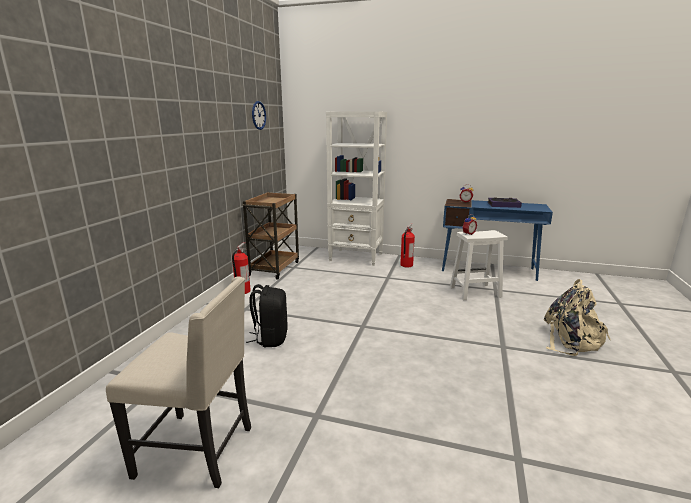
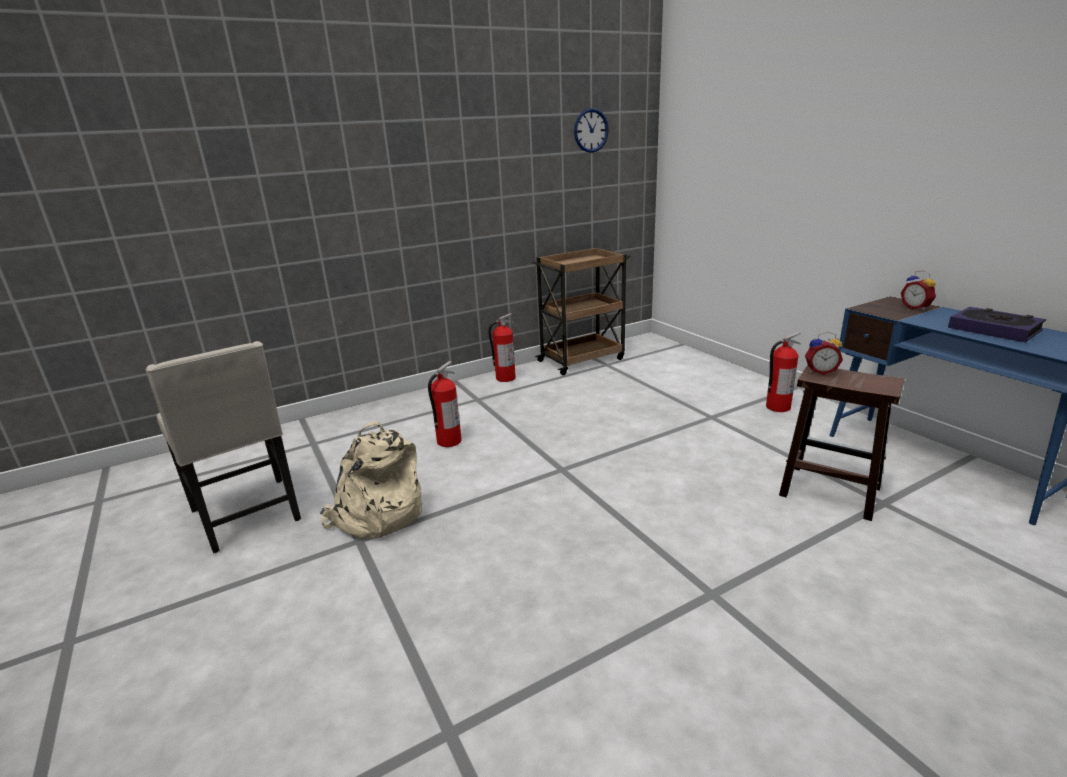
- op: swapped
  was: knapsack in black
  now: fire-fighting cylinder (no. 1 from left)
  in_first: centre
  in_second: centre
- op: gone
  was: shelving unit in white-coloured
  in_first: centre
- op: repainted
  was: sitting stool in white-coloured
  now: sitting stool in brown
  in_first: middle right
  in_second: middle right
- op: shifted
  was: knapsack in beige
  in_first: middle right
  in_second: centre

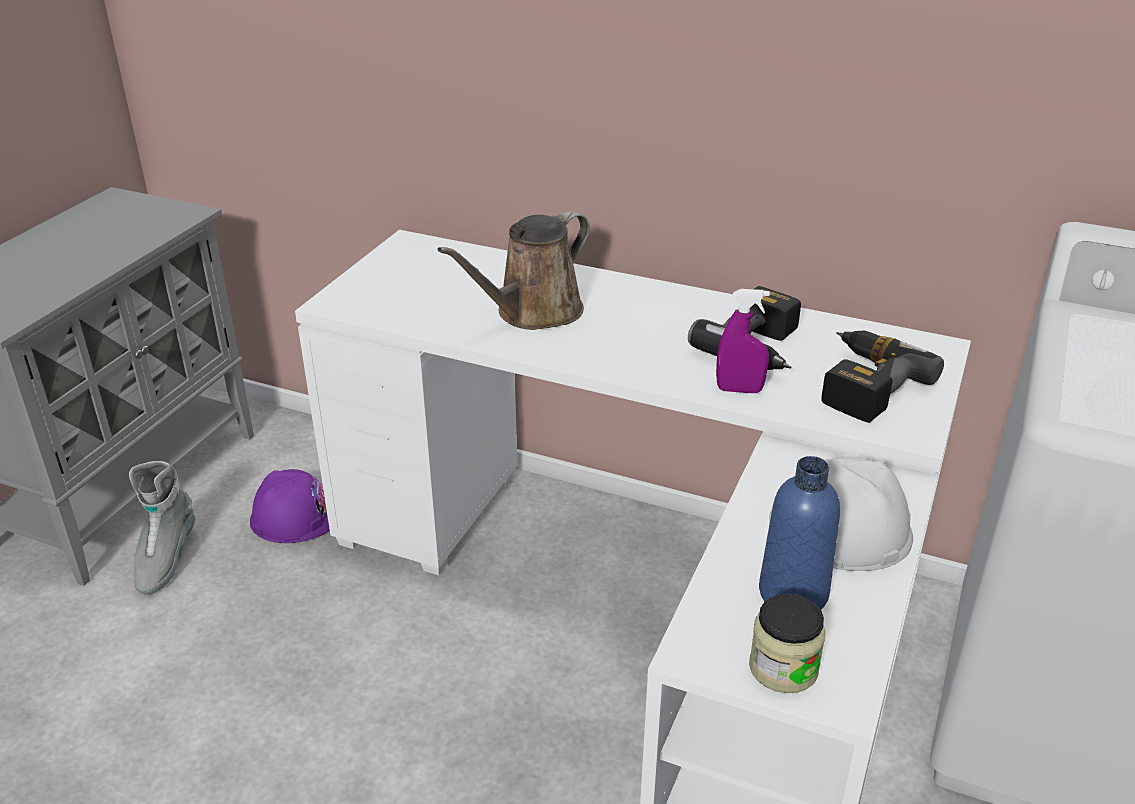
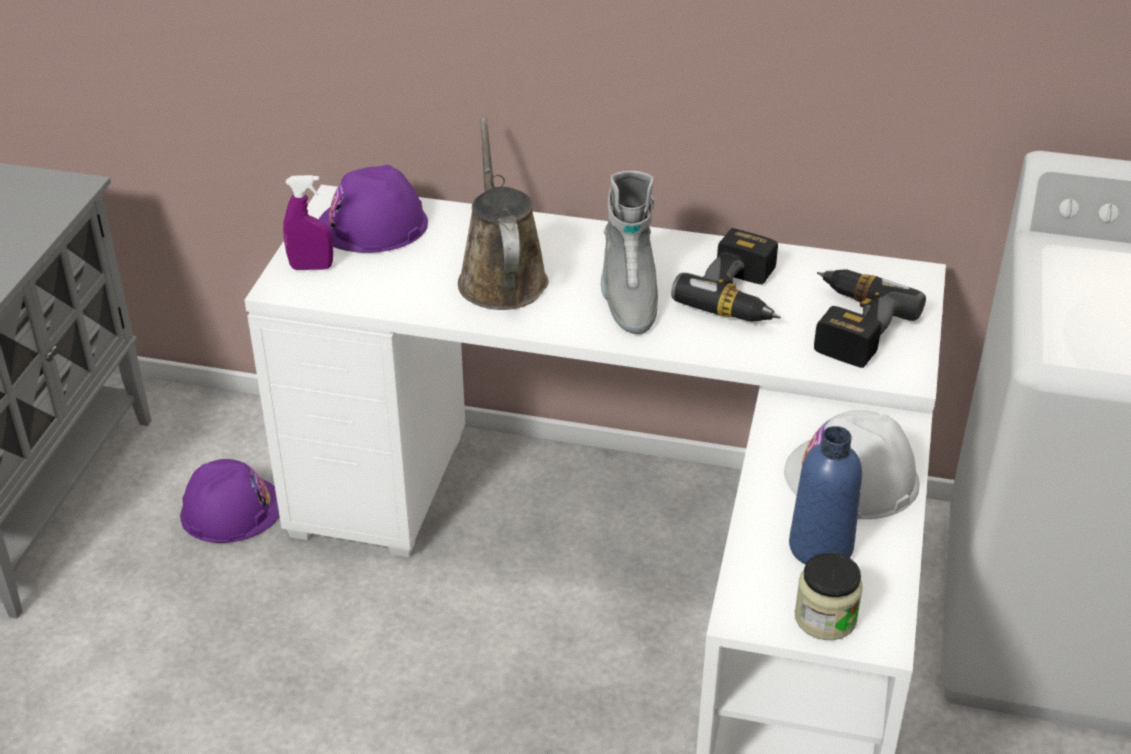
- op: shifted
  was: high-top boot in greyish
  in_first: middle left
  in_second: centre
- op: rotated
  was: watering pot in brown
  in_first: centre
  in_second: top centre
  clockwise: 135
- op: shifted
  was: hand sprayer in purple
  in_first: centre
  in_second: top left
- op: new
  now: hard hat in purple (no. 2 from left)
  in_second: top left

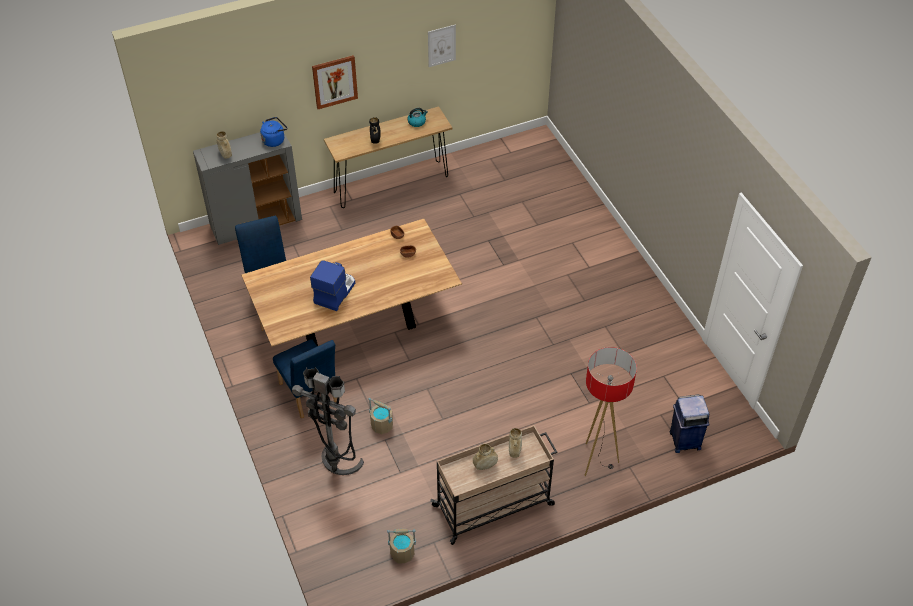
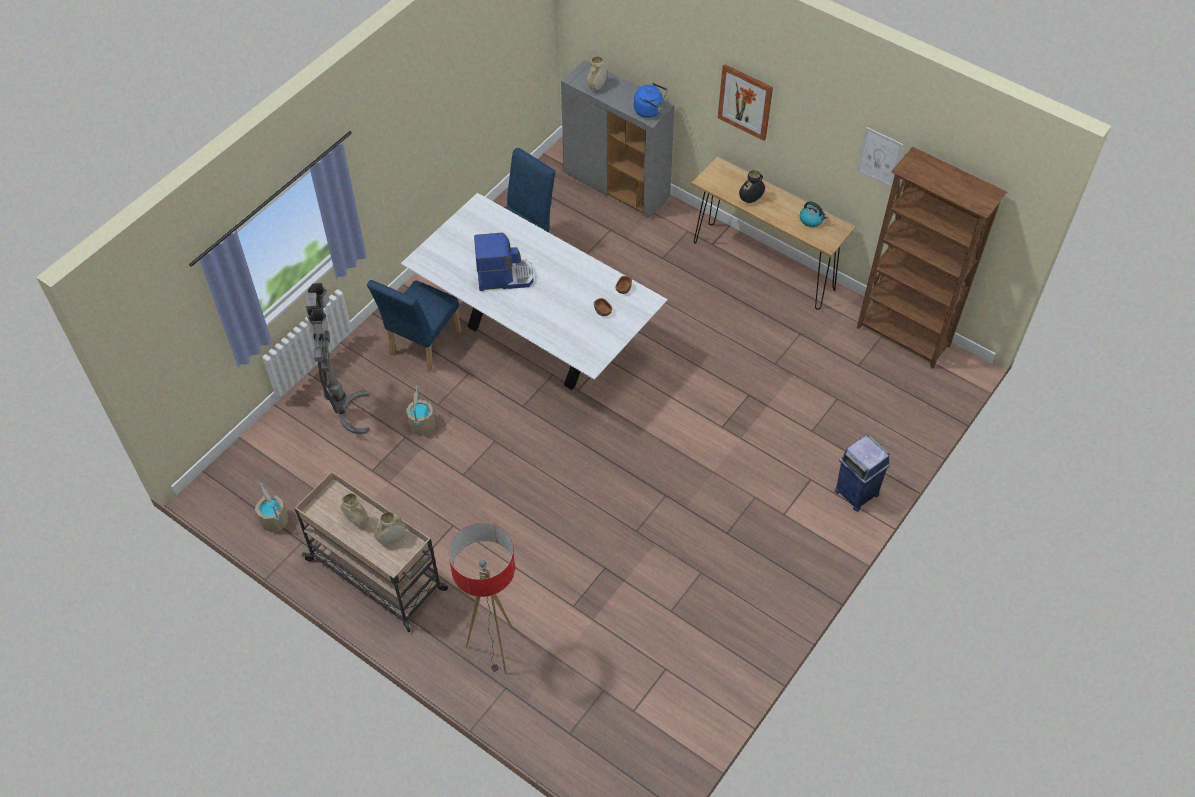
- op: repainted
  was: kitchen table in brown
  now: kitchen table in white-coloured
  in_first: centre
  in_second: centre
- op: shifted
  was: rubbish bin in bluish
  in_first: bottom right
  in_second: middle right
- op: new
  now: shelving unit in brown
  in_second: top right

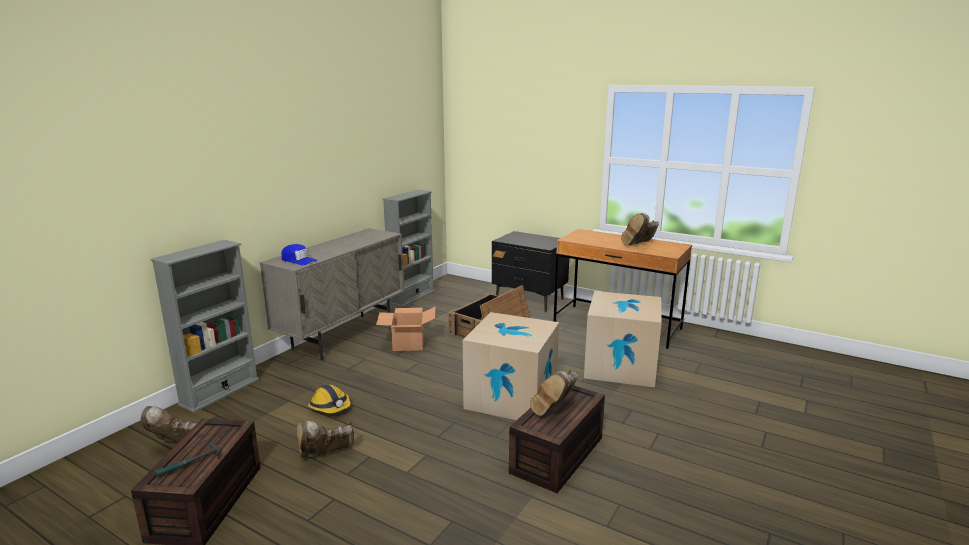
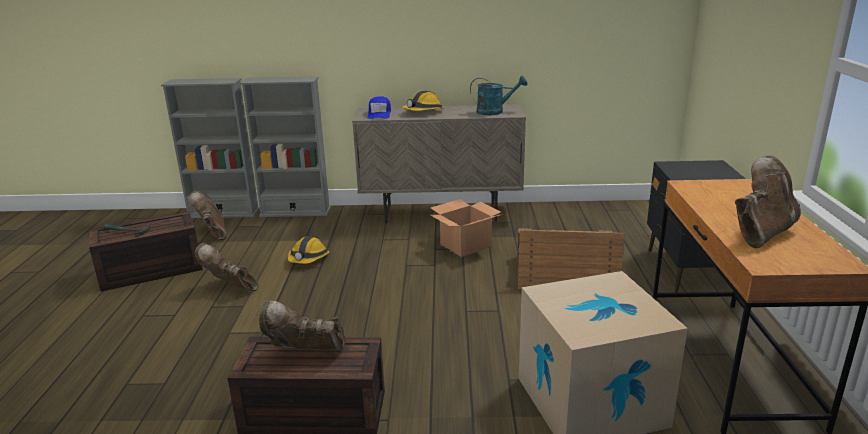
- op: shifted
  was: shelving unit in greyish (no. 2 from left in the first image)
  now: shelving unit in greyish (no. 1 from left)
  in_first: centre
  in_second: middle left
- op: gone
  was: packing box (no. 2 from left)
  in_first: bottom centre
- op: rotated
  was: high-top boot in brown (no. 4 from left)
  in_first: centre
  in_second: middle right
  clockwise: 120
- op: new
  now: hard hat (no. 2 from left)
  in_second: top centre
- op: new
  now: watering pot in turquoise-coloured
  in_second: top centre

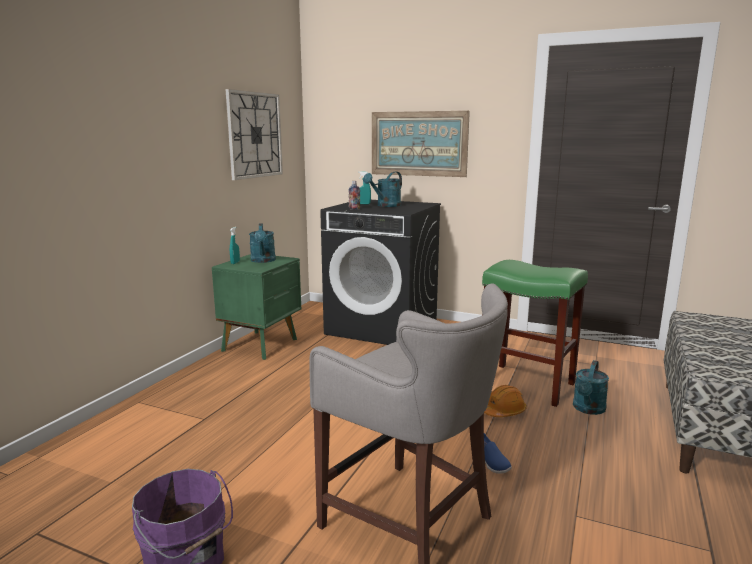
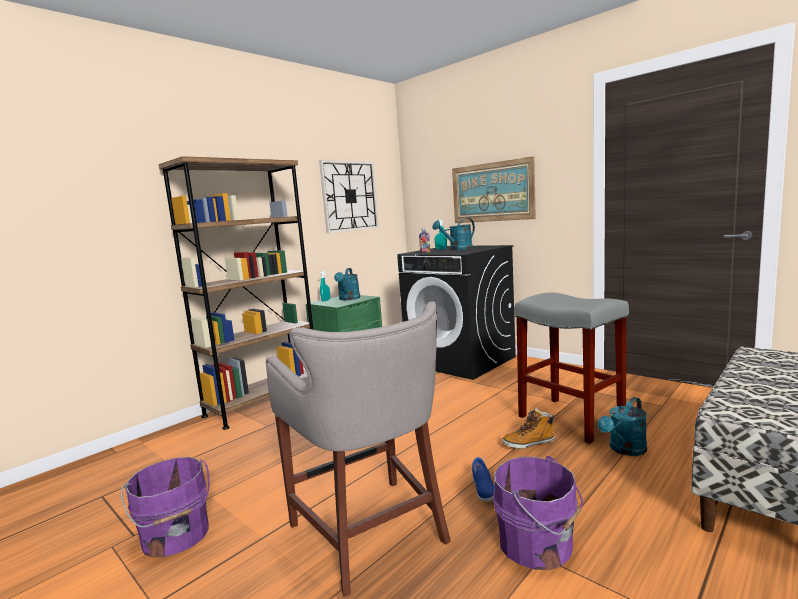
- op: repainted
  was: sitting stool in green
  now: sitting stool in greyish (no. 2 from left)
  in_first: middle right
  in_second: middle right
- op: swapped
  was: hard hat in orange
  now: high-top boot
  in_first: bottom right
  in_second: bottom centre
- op: new
  now: shelving unit in brown
  in_second: middle left
- op: new
  now: pail in purple (no. 2 from left)
  in_second: bottom right

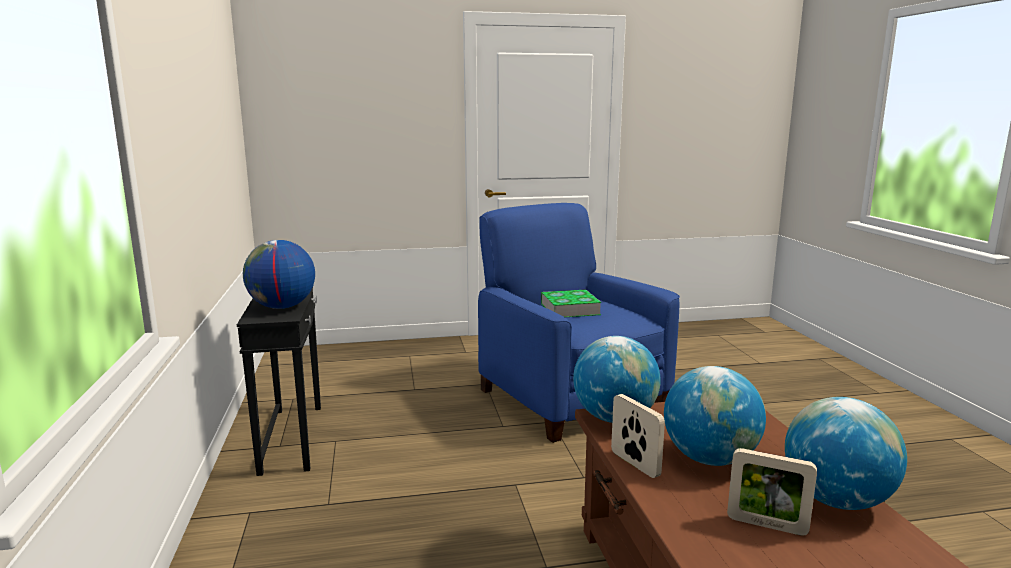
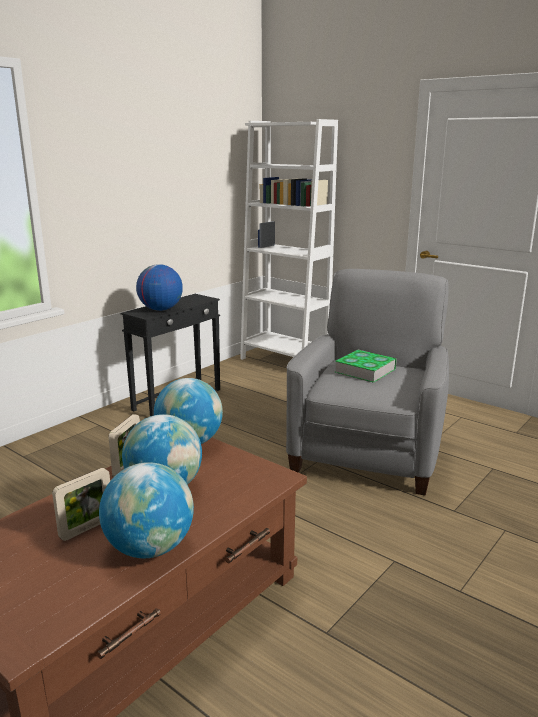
- op: repainted
  was: armchair in bluish
  now: armchair in greyish
  in_first: centre
  in_second: middle right
- op: rotated
  was: standing frame (no. 2 from left in the first image)
  in_first: bottom right
  in_second: bottom left
  clockwise: -120
- op: new
  now: shelving unit in white-coloured
  in_second: centre

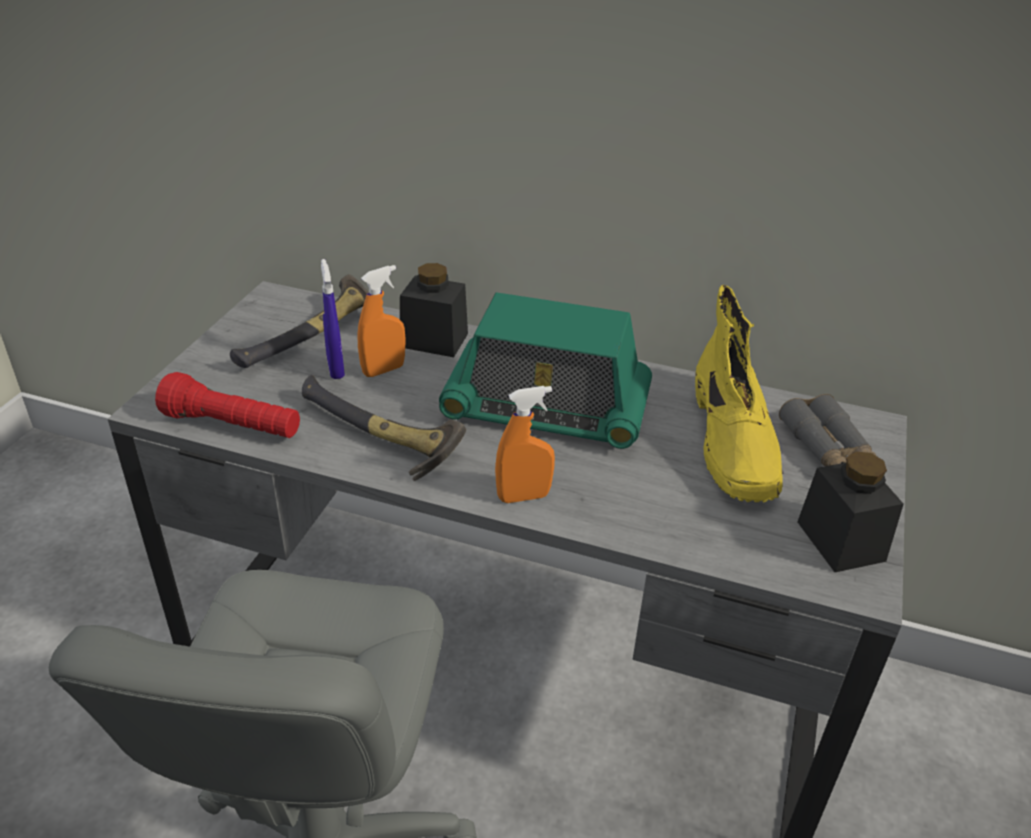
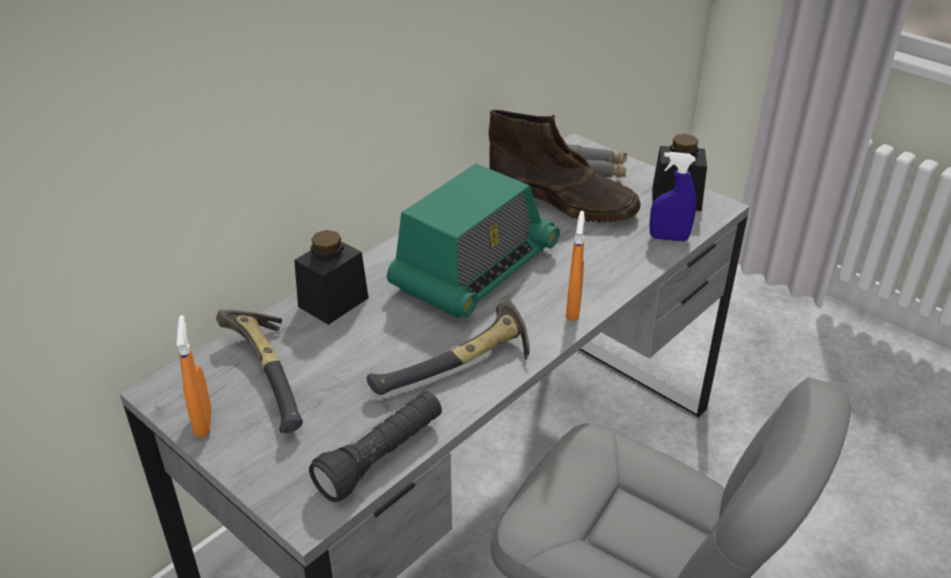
- op: repainted
  was: hand torch in red
  now: hand torch in black
  in_first: middle left
  in_second: bottom centre
- op: shifted
  was: hand sprayer in bluish
  in_first: middle left
  in_second: middle right
- op: shifted
  was: hand sprayer in orange (no. 1 from left)
  in_first: centre
  in_second: middle left
- op: repainted
  was: high-top boot in yellow
  now: high-top boot in brown
  in_first: middle right
  in_second: top centre

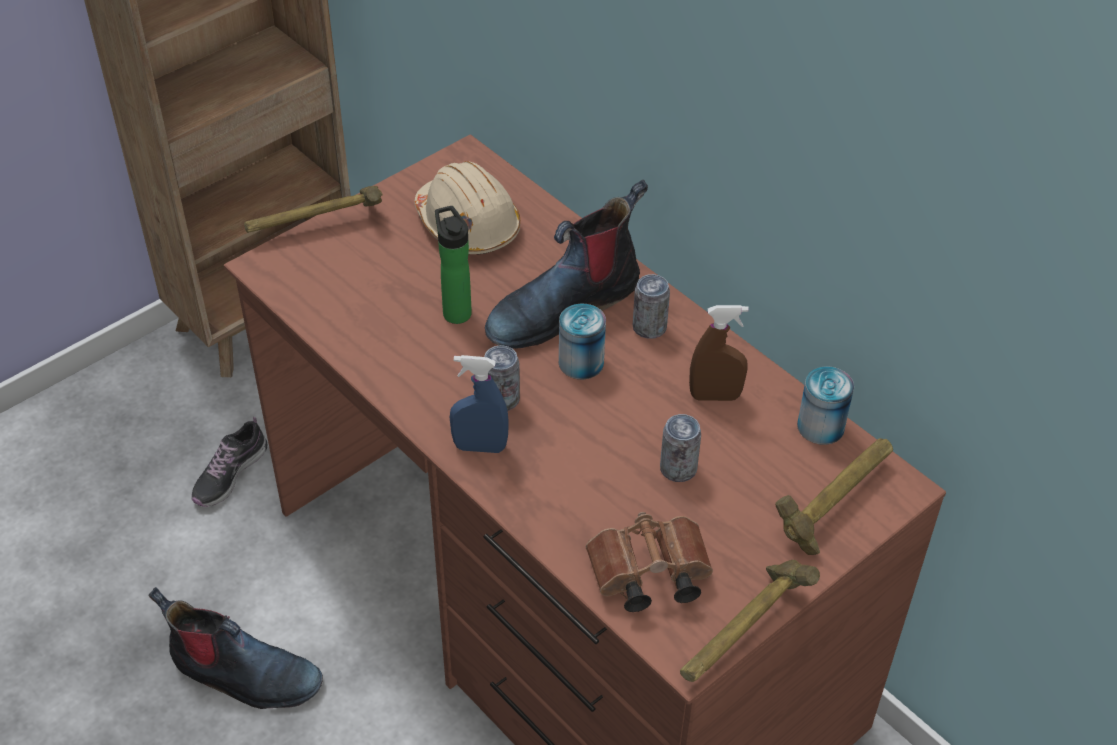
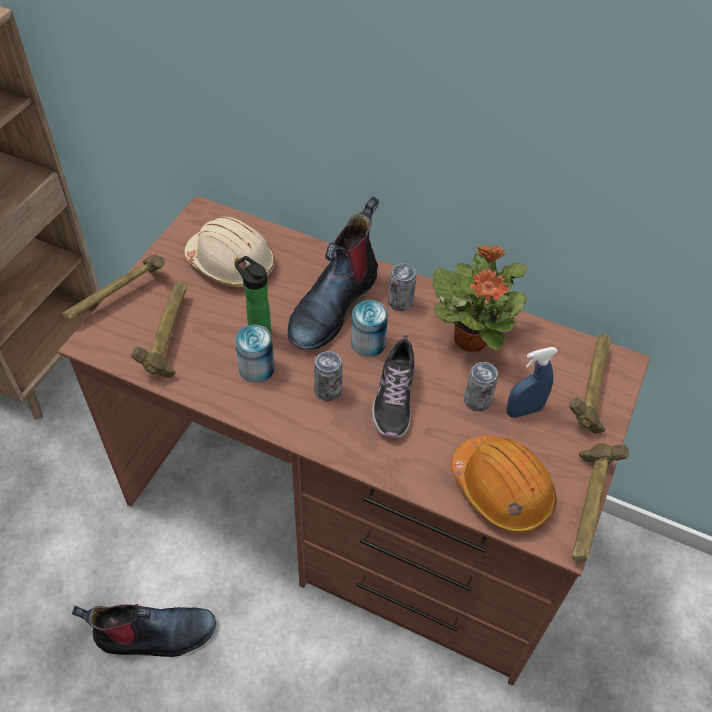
- op: shifted
  was: low shoe
  in_first: middle left
  in_second: centre
- op: shifted
  was: hand sprayer in bluish
  in_first: centre
  in_second: middle right
- op: swapped
  was: binoculars in brown
  now: hard hat in orange
  in_first: bottom centre
  in_second: bottom right
- op: swapped
  was: hand sprayer in brown
  now: houseplant
  in_first: centre
  in_second: middle right
- op: shifted
  was: sealed can (no. 5 from left in the first image)
  now: sealed can (no. 1 from left)
  in_first: middle right
  in_second: centre
- op: new
  now: hammer (no. 2 from left)
  in_second: middle left

